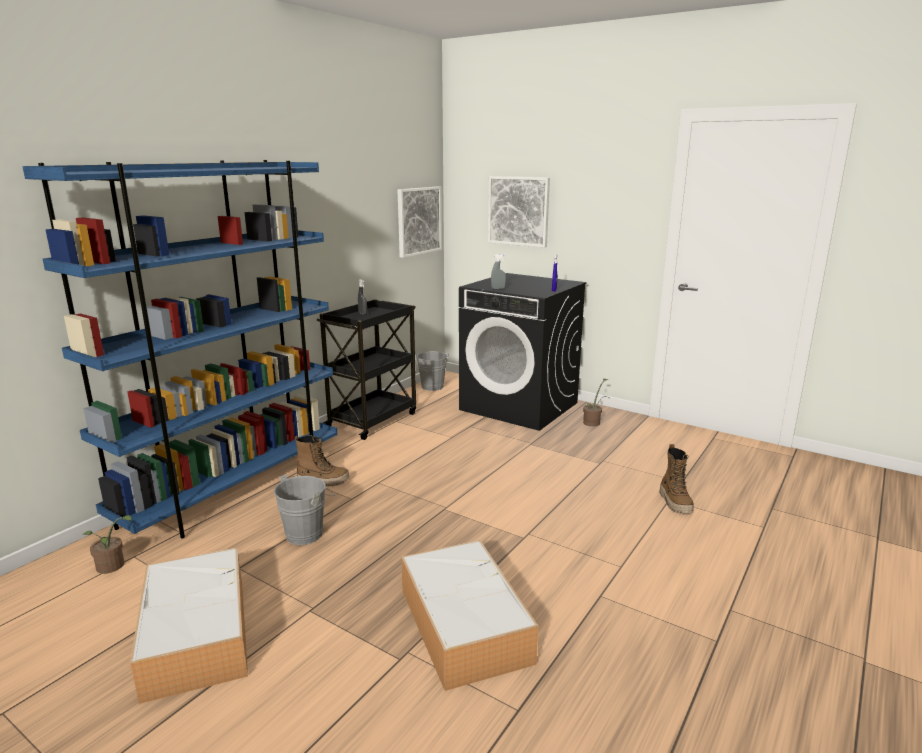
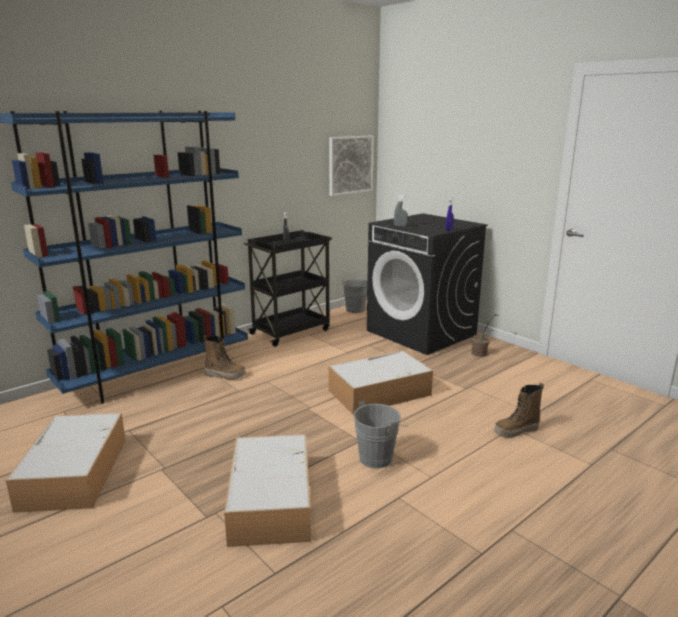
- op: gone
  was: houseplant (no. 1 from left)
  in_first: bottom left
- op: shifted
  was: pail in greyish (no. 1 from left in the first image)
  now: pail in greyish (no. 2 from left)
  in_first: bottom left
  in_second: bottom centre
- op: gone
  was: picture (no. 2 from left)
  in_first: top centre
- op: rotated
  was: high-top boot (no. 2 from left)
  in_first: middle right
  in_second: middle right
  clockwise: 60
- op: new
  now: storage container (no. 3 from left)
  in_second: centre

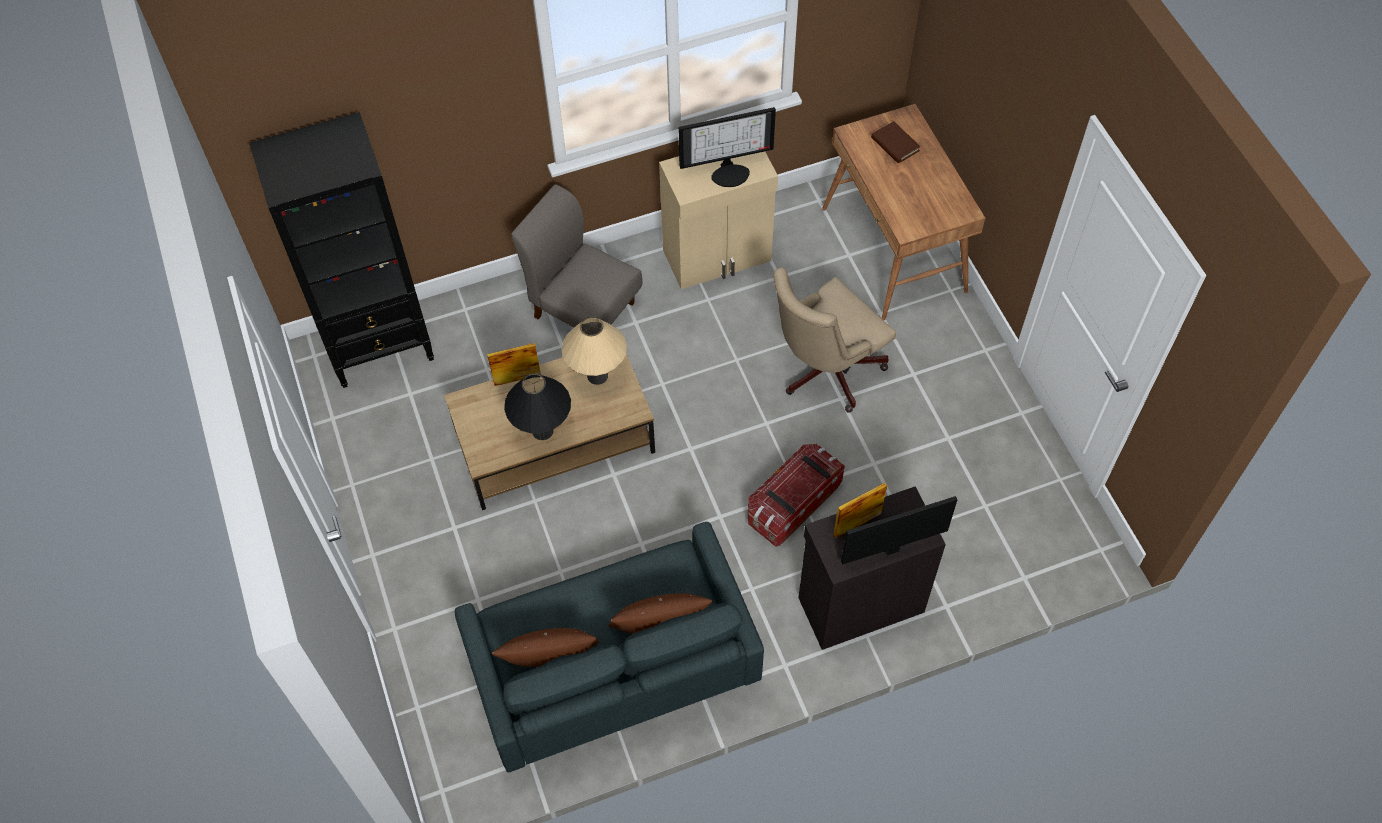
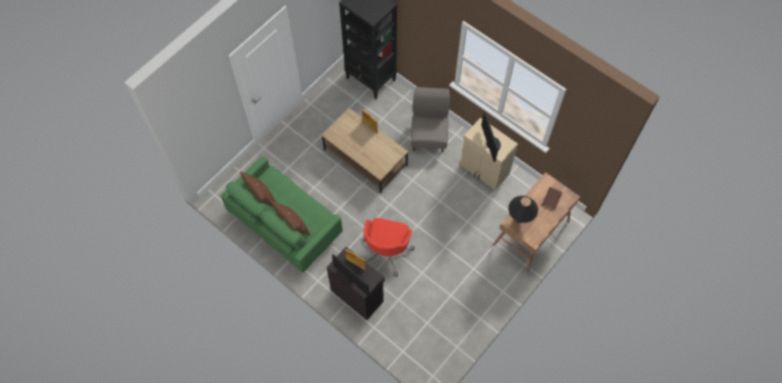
- op: repainted
  was: settee in greyish
  now: settee in green
  in_first: bottom centre
  in_second: centre
- op: shifted
  was: tabletop lamp in black
  in_first: centre
  in_second: middle right
- op: gone
  was: tabletop lamp in beige
  in_first: centre
- op: rotated
  was: computer display (no. 1 from left in the first image)
  in_first: top centre
  in_second: centre
  clockwise: -150
- op: swapped
  was: storage container
  now: office chair in red
  in_first: centre
  in_second: centre
- op: gone
  was: office chair in beige
  in_first: centre

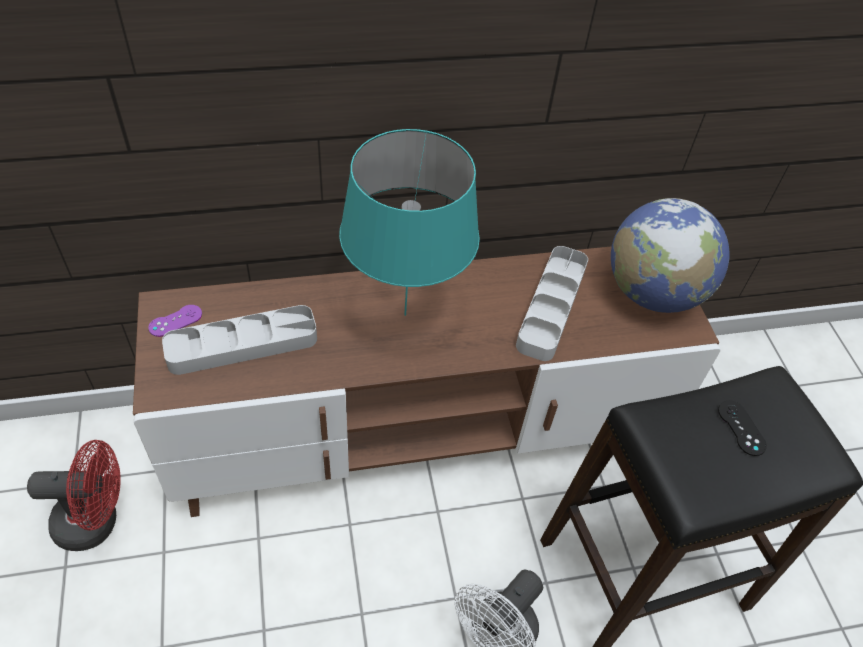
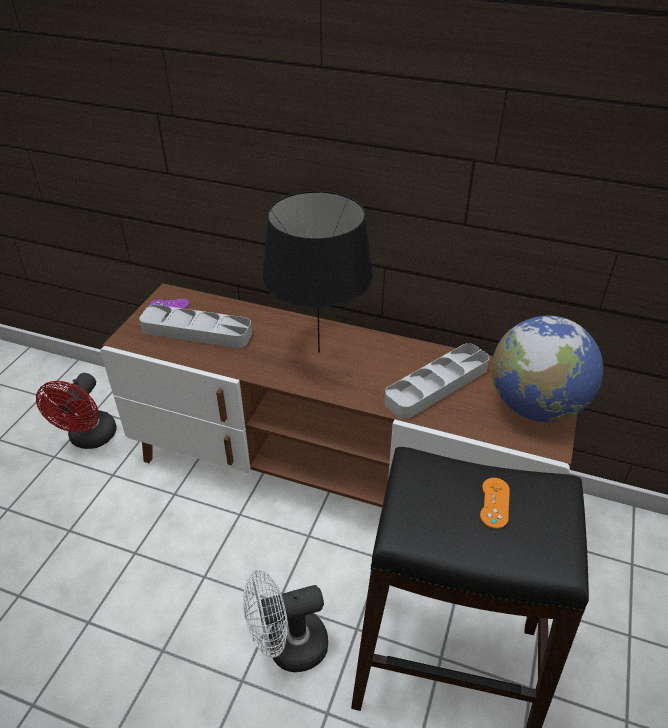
- op: rotated
  was: fan in red
  in_first: bottom left
  in_second: middle left
  clockwise: 75
- op: repainted
  was: tabletop lamp in turquoise-coloured
  now: tabletop lamp in black
  in_first: centre
  in_second: centre
- op: repainted
  was: joypad in black
  now: joypad in orange
  in_first: middle right
  in_second: bottom right

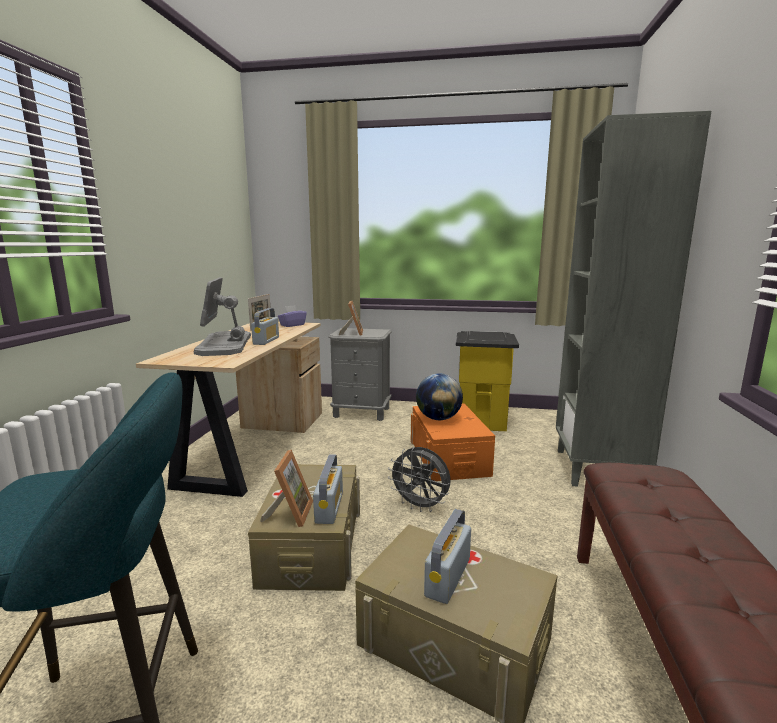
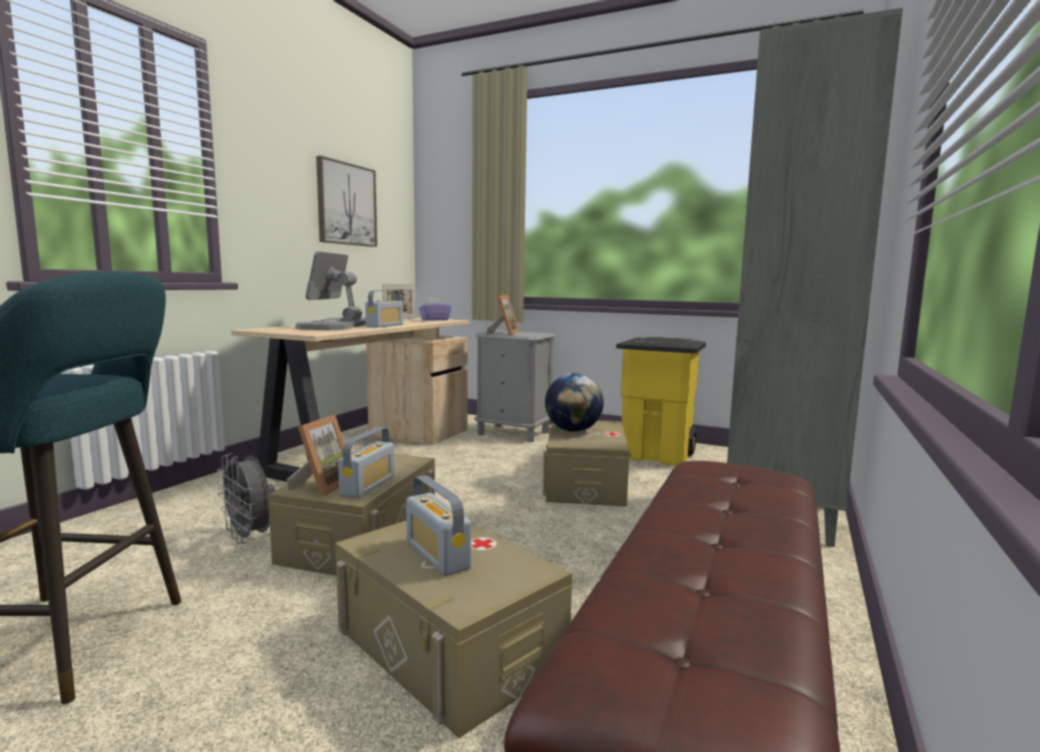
- op: shifted
  was: fan in greyish
  in_first: centre
  in_second: middle left
- op: repainted
  was: storage container in orange
  now: storage container in beige (no. 3 from left)
  in_first: centre
  in_second: centre
- op: rotated
  was: radio set (no. 3 from left)
  in_first: bottom centre
  in_second: bottom centre
  clockwise: -75
- op: new
  now: picture
  in_second: top left

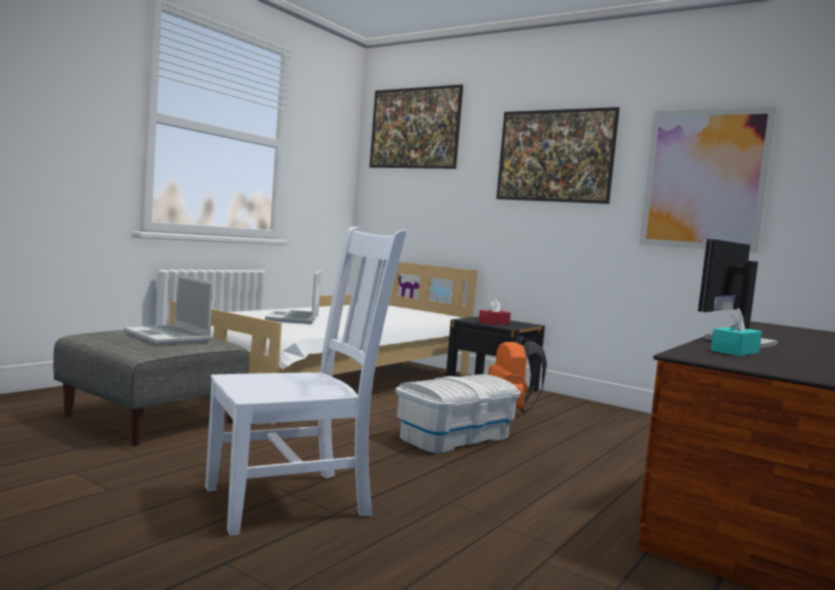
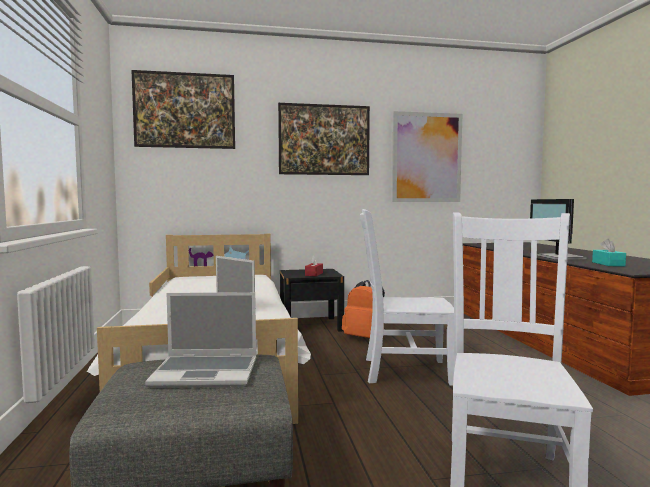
- op: swapped
  was: storage container in white-coloured
  now: chair in white-coloured (no. 1 from left)
  in_first: bottom centre
  in_second: centre

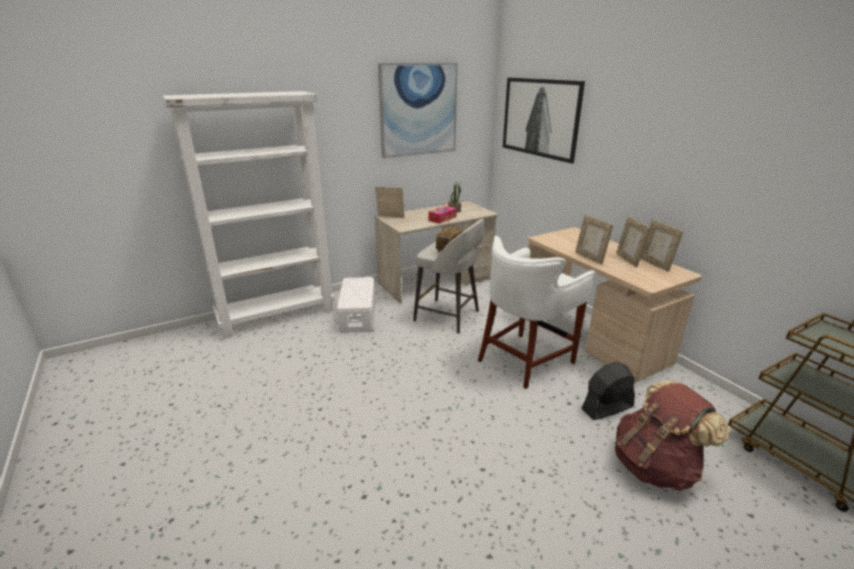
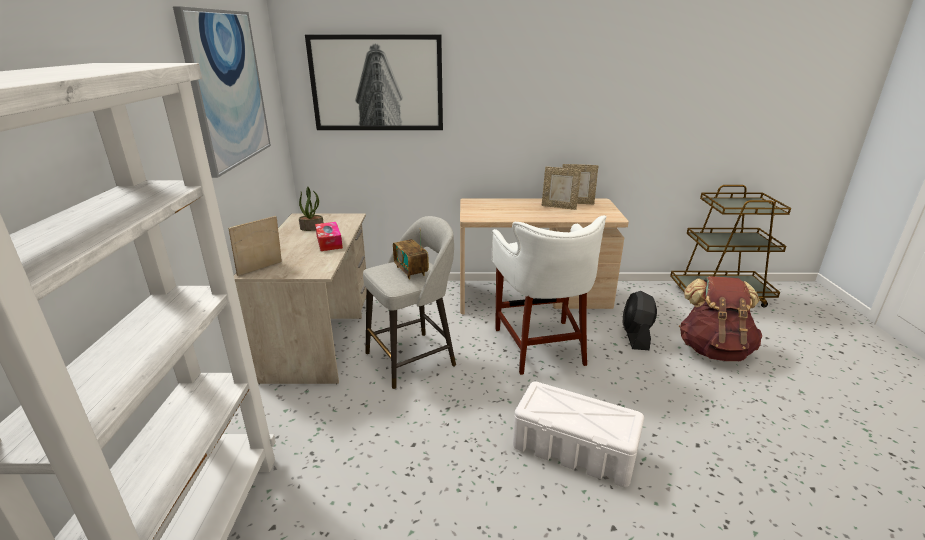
- op: shifted
  was: storage container in white-coloured
  in_first: centre
  in_second: bottom centre
- op: gone
  was: standing frame (no. 2 from left)
  in_first: middle right

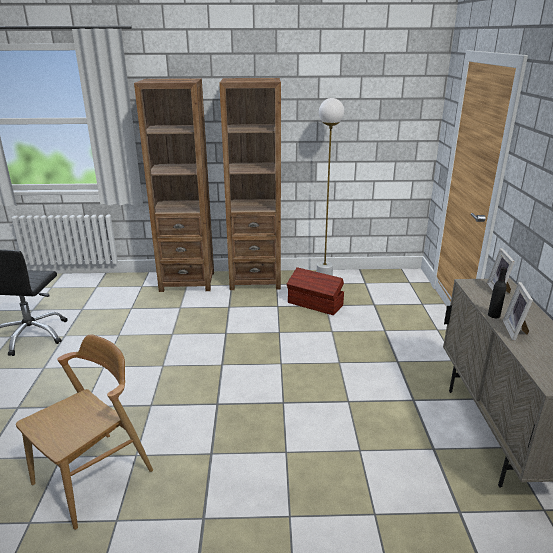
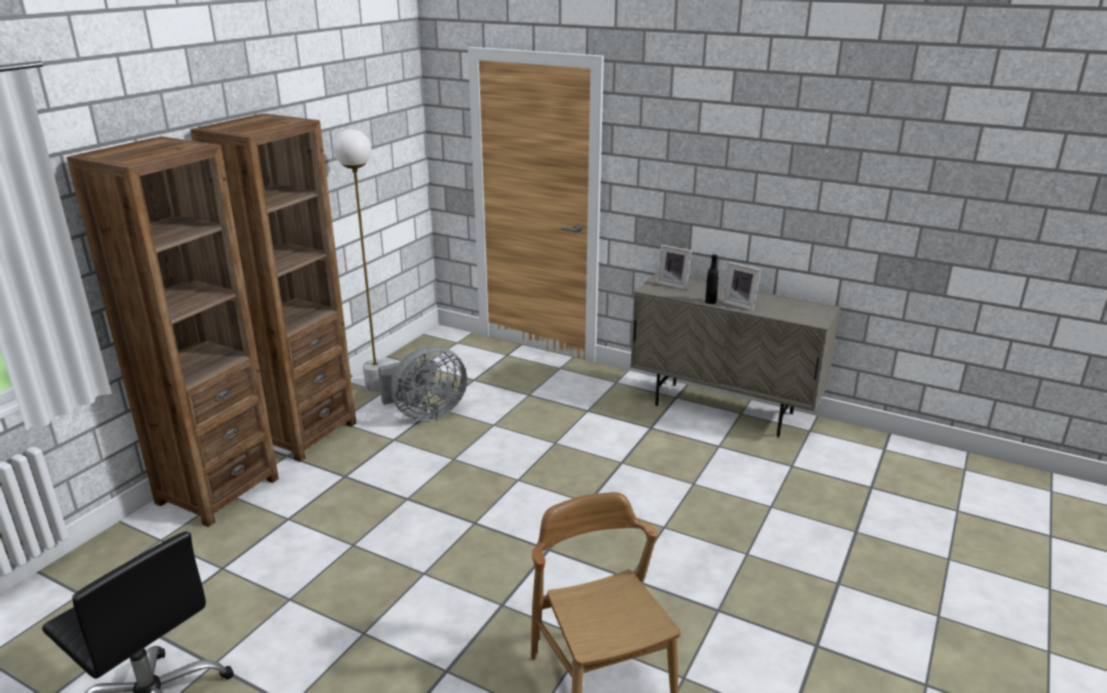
- op: swapped
  was: storage container in brown
  now: fan in greyish
  in_first: centre
  in_second: centre

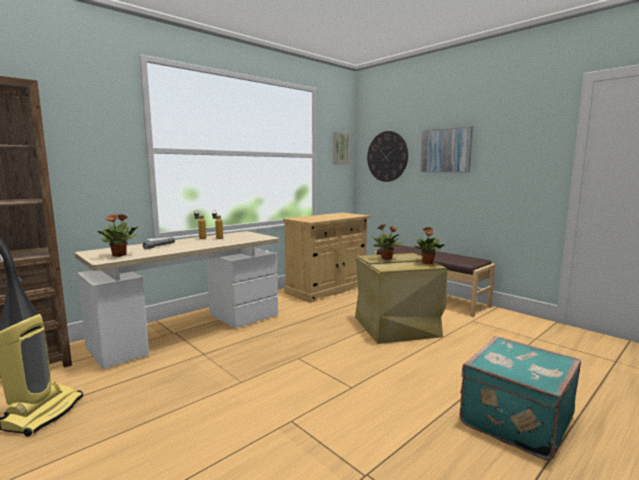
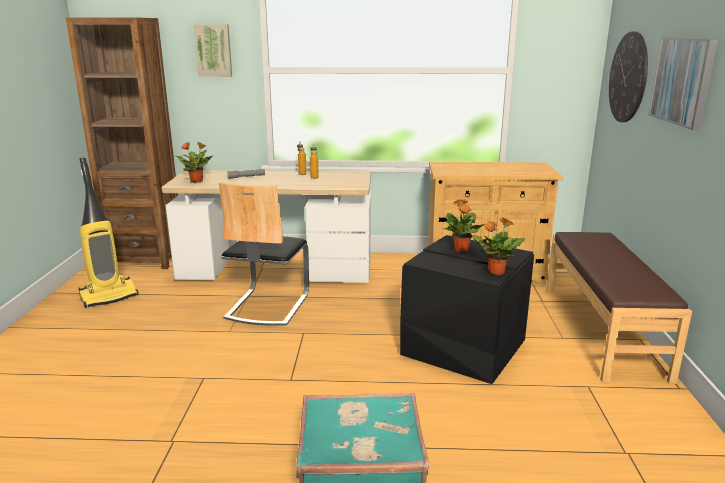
- op: shifted
  was: picture (no. 1 from left)
  in_first: top centre
  in_second: top left
- op: repainted
  was: storage container in beige
  now: storage container in black
  in_first: centre
  in_second: centre
- op: new
  now: chair
  in_second: centre

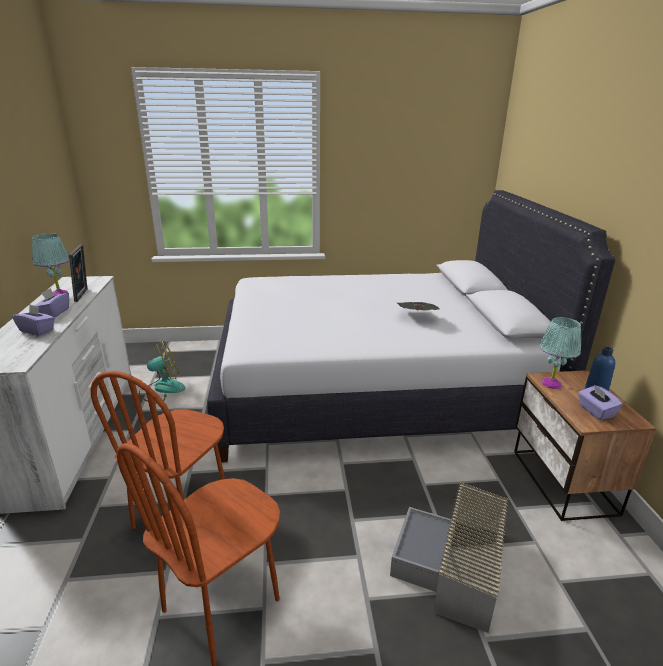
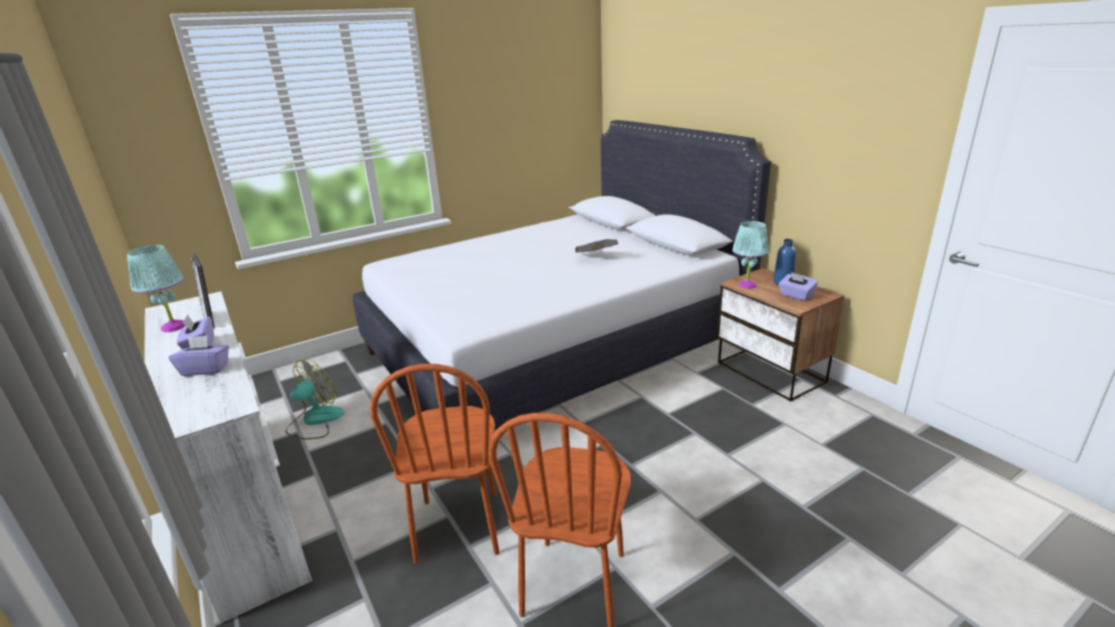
- op: gone
  was: storage container in greyish
  in_first: bottom right

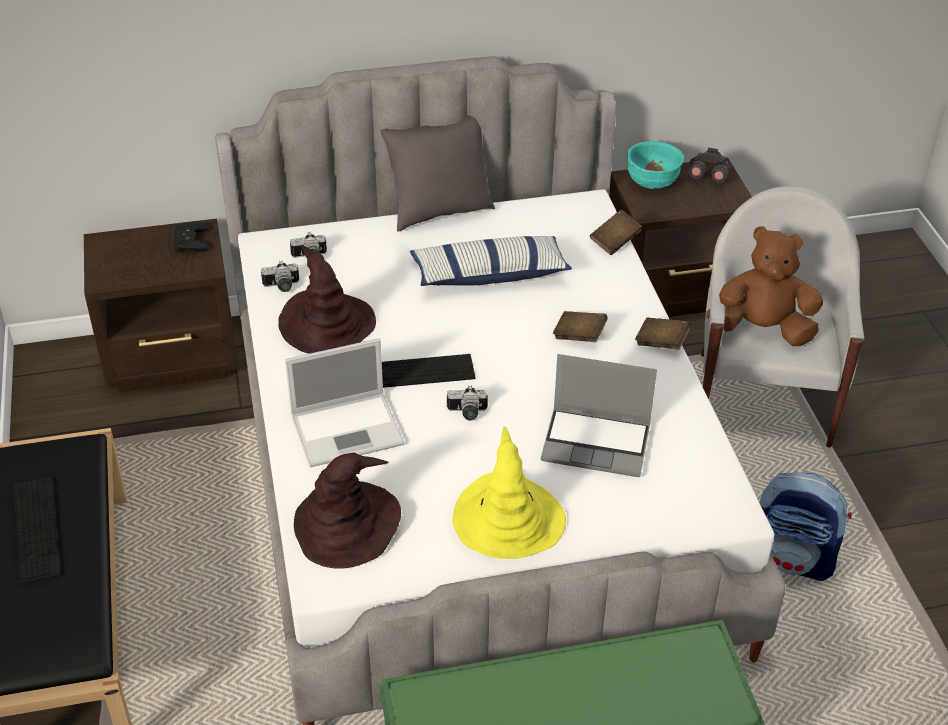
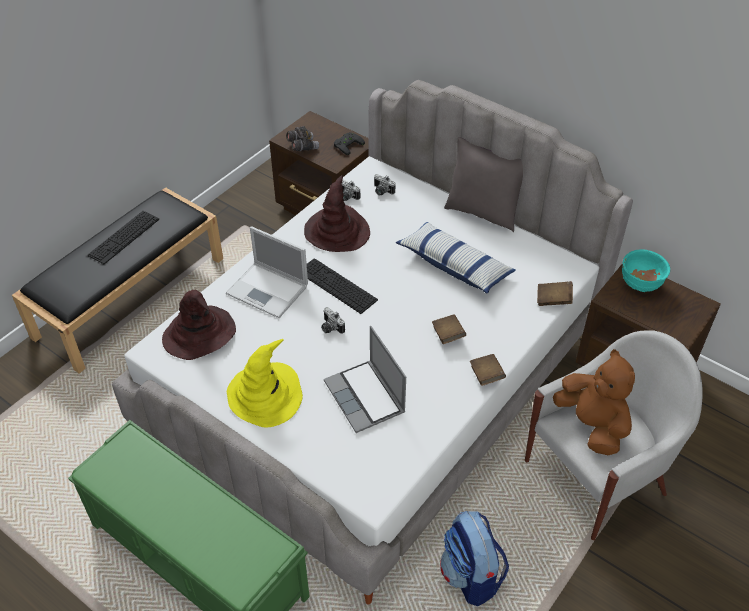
- op: shifted
  was: binoculars in greyish
  in_first: top right
  in_second: top centre

